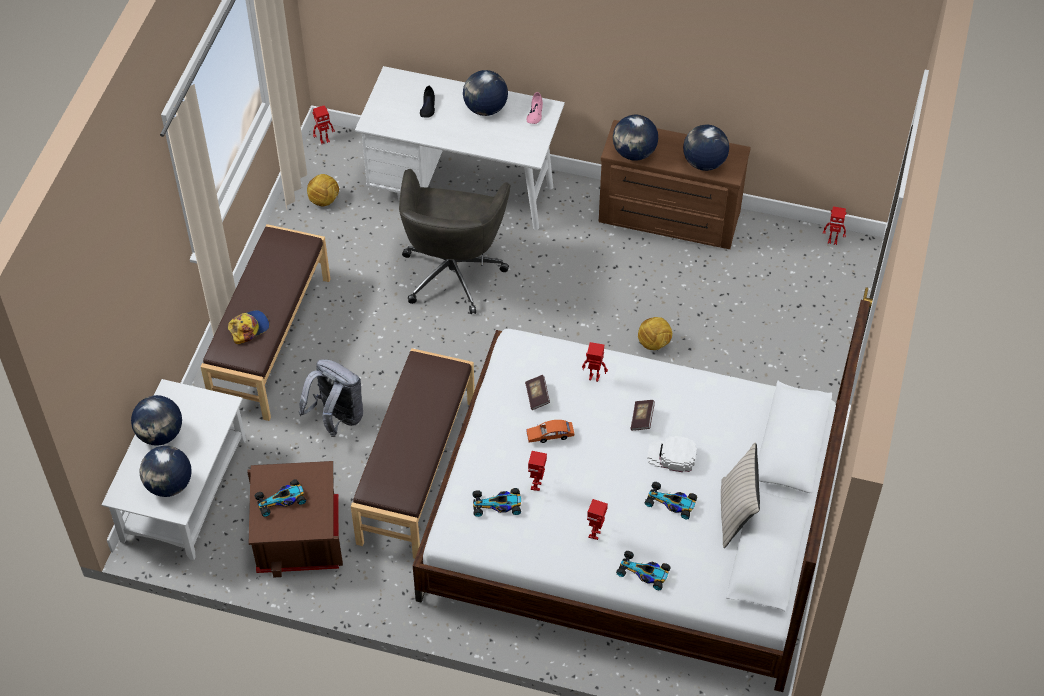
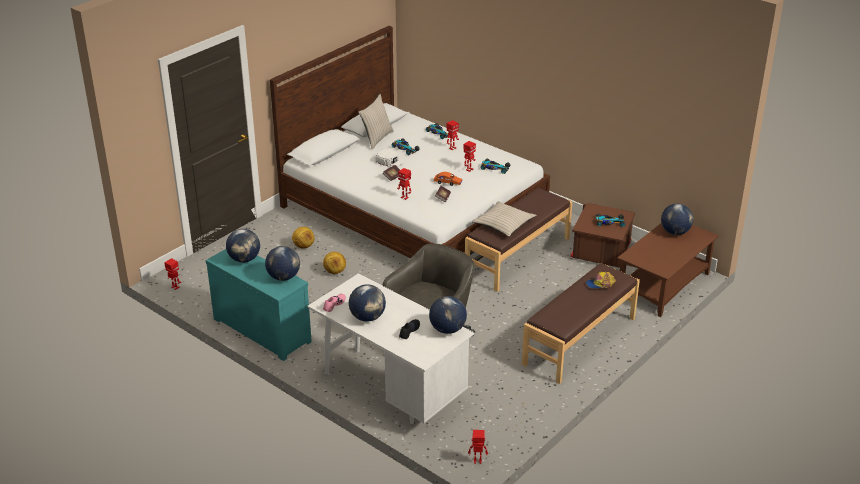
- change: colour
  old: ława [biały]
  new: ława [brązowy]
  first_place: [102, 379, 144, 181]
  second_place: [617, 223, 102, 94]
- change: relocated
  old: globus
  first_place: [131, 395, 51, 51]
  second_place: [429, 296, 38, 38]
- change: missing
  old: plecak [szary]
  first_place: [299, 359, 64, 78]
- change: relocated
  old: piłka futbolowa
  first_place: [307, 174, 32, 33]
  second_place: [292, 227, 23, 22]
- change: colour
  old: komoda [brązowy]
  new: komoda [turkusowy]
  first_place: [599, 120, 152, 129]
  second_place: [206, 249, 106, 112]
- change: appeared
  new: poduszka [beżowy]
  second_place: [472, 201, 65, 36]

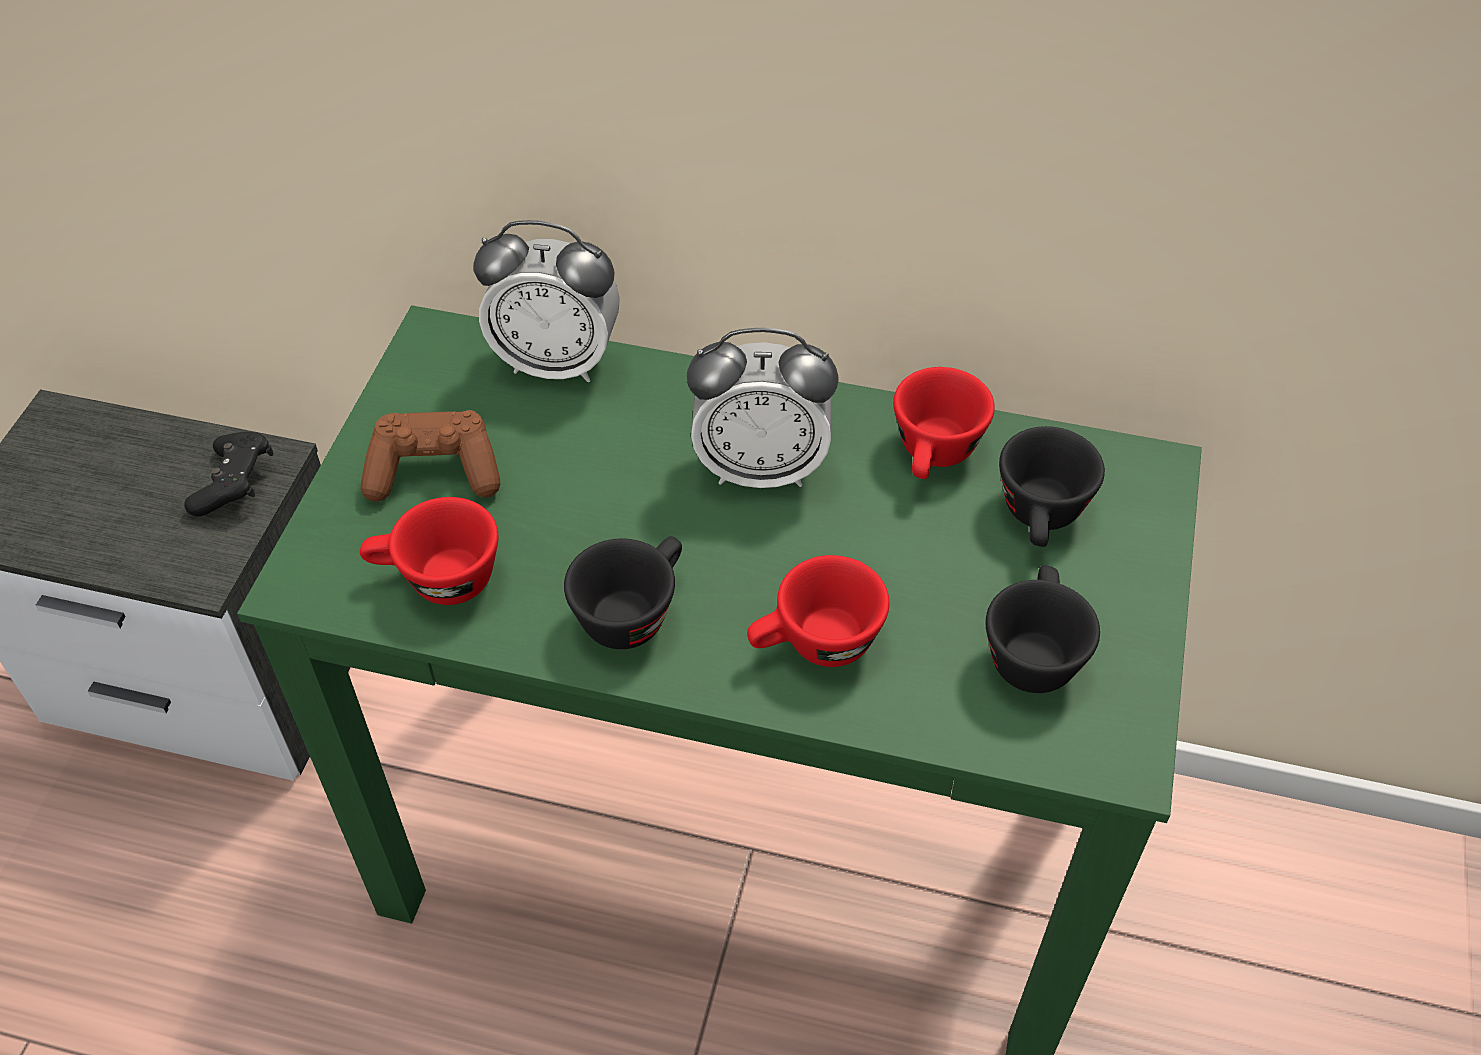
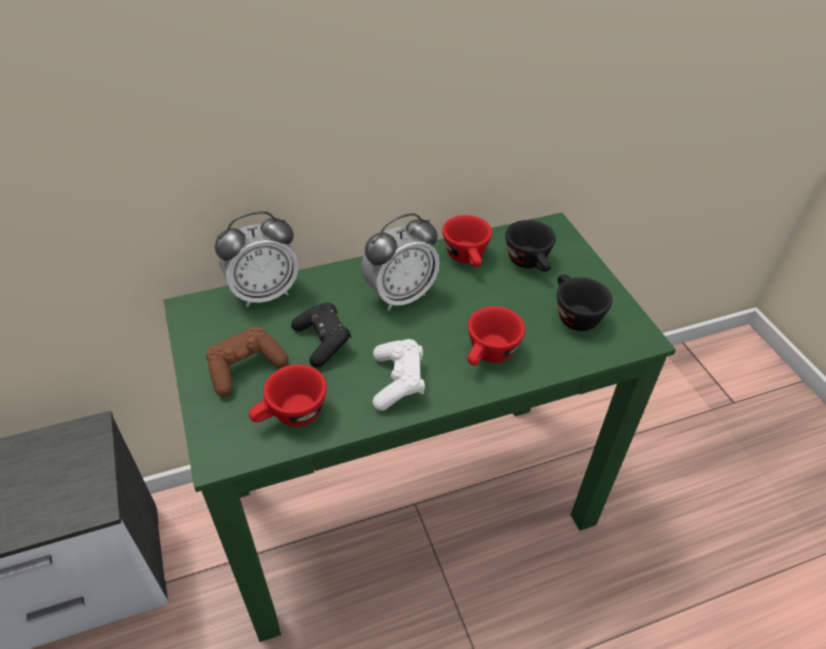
- change: relocated
  old: pad do gier [czarny]
  first_place: [184, 432, 89, 84]
  second_place: [291, 302, 61, 65]
- change: exchanged
  old: filiżanka [czarny]
  new: pad do gier [biały]
  first_place: [564, 536, 118, 113]
  second_place: [373, 339, 52, 72]

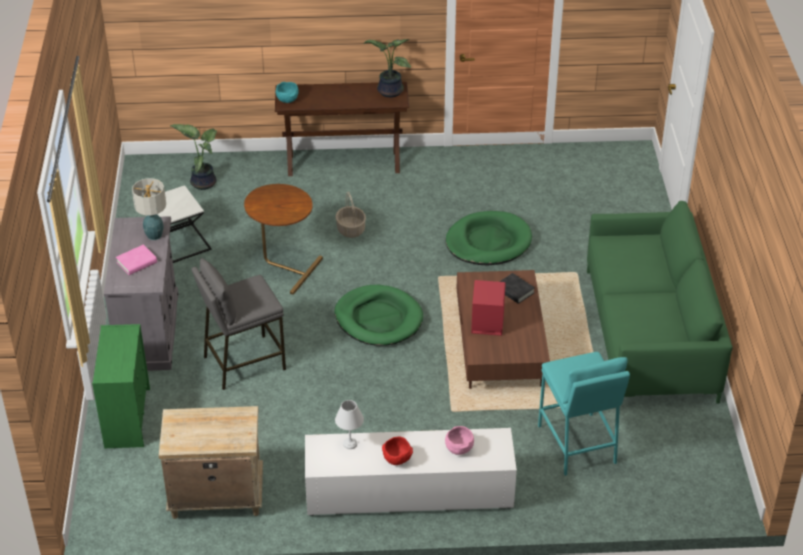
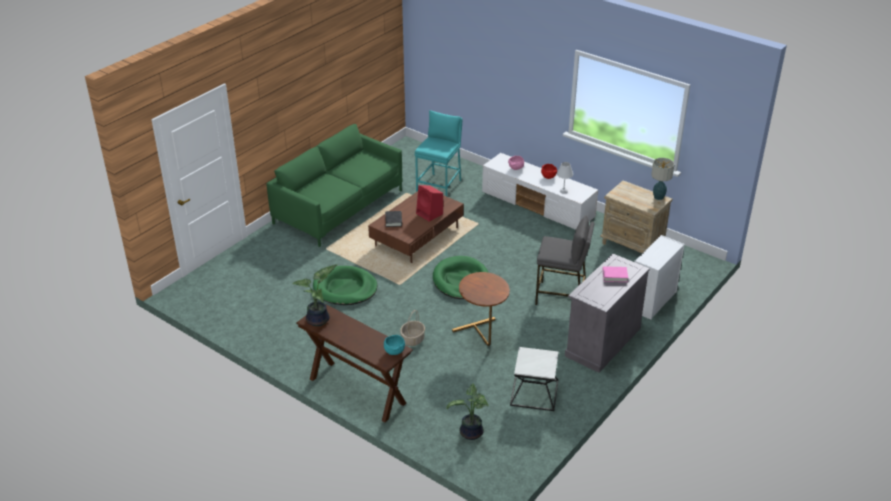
- change: colour
  old: komoda [zielony]
  new: komoda [biały]
  first_place: [92, 324, 58, 124]
  second_place: [634, 235, 51, 85]
- change: relocated
  old: lampa stołowa
  first_place: [132, 178, 34, 62]
  second_place: [651, 158, 23, 42]

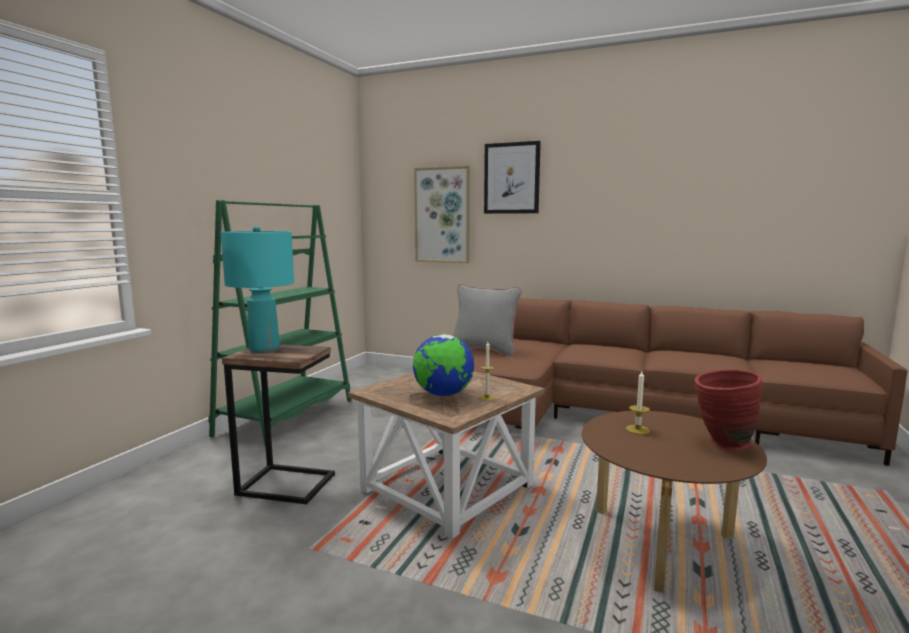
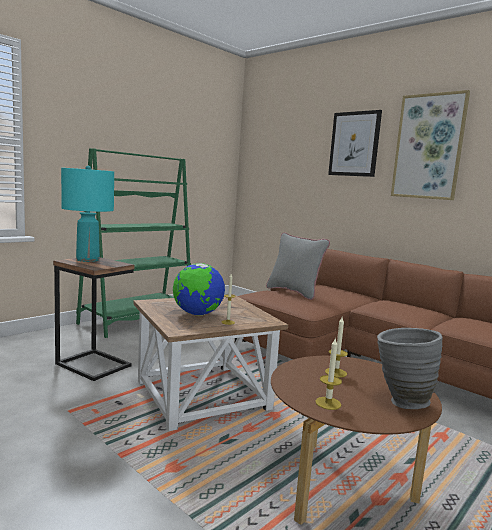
- change: relocated
  old: obraz
  first_place: [414, 166, 56, 97]
  second_place: [391, 90, 79, 110]
- change: colour
  old: wazon [czerwony]
  new: wazon [szary]
  first_place: [695, 369, 67, 81]
  second_place: [377, 328, 66, 81]
- change: appeared
  new: świeca
  second_place: [315, 337, 27, 73]

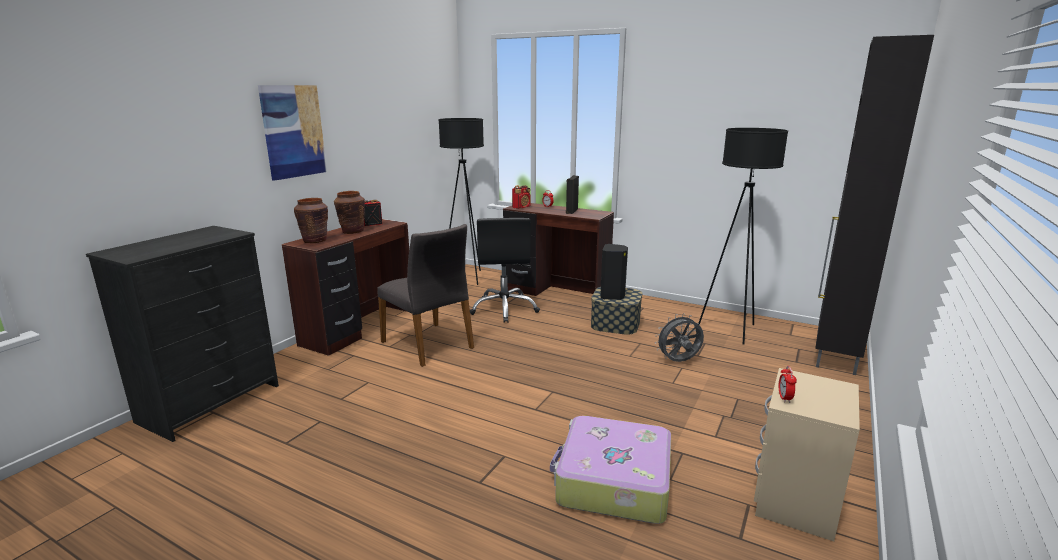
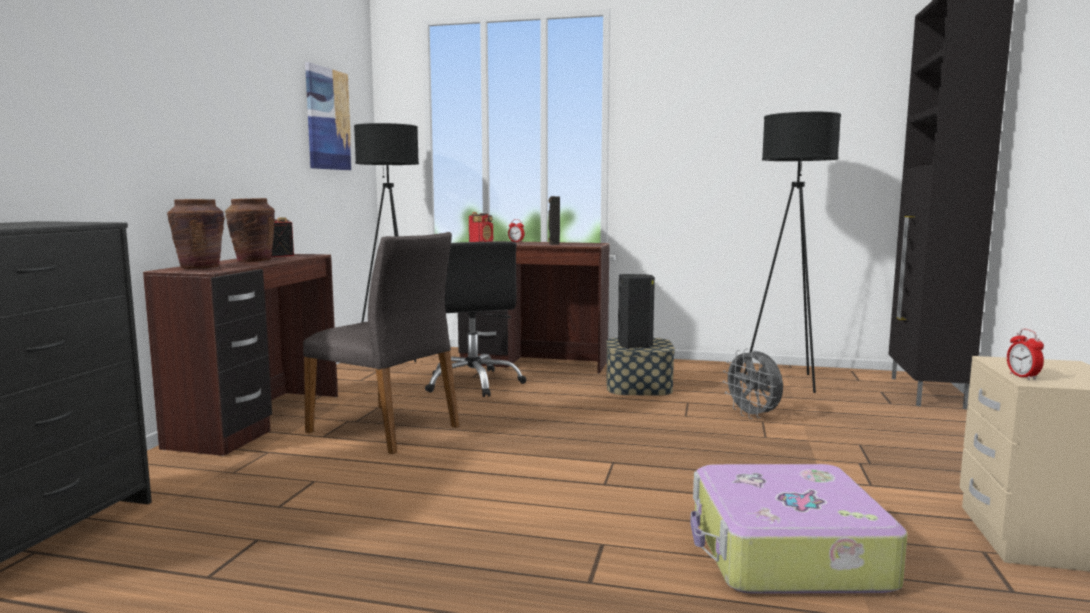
- change: relocated
  old: obraz
  first_place: [258, 85, 69, 96]
  second_place: [305, 62, 47, 108]
- change: spun
  old: wentylator [szary]
  first_place: [655, 313, 49, 49]
  second_place: [722, 348, 61, 71]
  degrees: -90

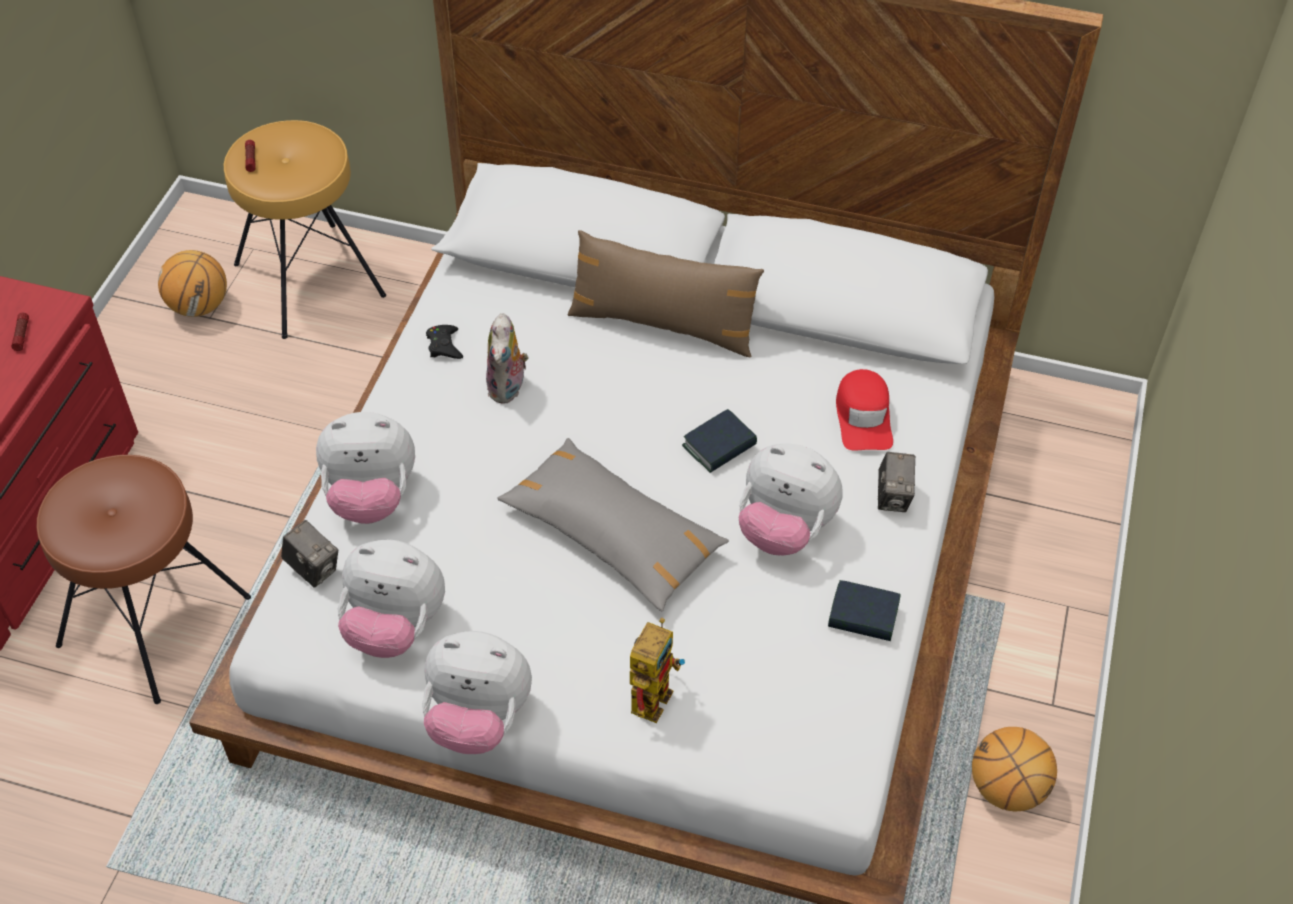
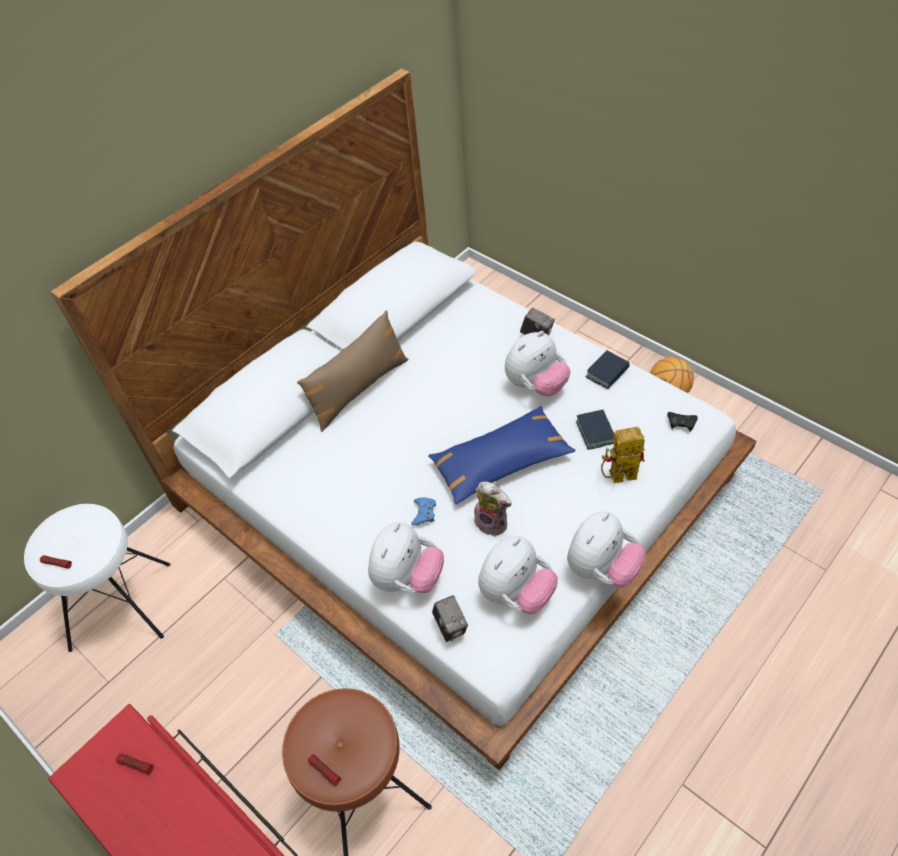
- change: missing
  old: piłka do koszykówki
  first_place: [158, 250, 69, 67]
- change: colour
  old: stołek [brązowy]
  new: stołek [biały]
  first_place: [224, 120, 162, 219]
  second_place: [24, 504, 146, 148]
- change: spun
  old: aparat fotograficzny
  first_place: [281, 520, 57, 67]
  second_place: [432, 595, 36, 47]
  degrees: 90
- change: relocated
  old: pad do gier [czarny]
  first_place: [426, 325, 37, 34]
  second_place: [667, 412, 31, 20]
- change: relocated
  old: pluszak
  first_place: [486, 313, 43, 91]
  second_place: [474, 481, 38, 56]
- change: colour
  old: poduszka [szary]
  new: poduszka [niebieski]
  first_place: [497, 438, 232, 173]
  second_place: [428, 406, 147, 99]
- change: spun
  old: robot zabawkowy
  first_place: [630, 618, 55, 105]
  second_place: [601, 427, 44, 56]
  degrees: -60
- change: relocated
  old: książka
  first_place: [682, 409, 75, 64]
  second_place: [576, 410, 38, 40]
- change: missing
  old: czapka z daszkiem [czerwony]
  first_place: [836, 369, 57, 82]
- change: appeared
  new: latarka
  second_place: [308, 755, 33, 31]
- change: appeared
  new: pad do gier [niebieski]
  second_place: [411, 497, 25, 28]

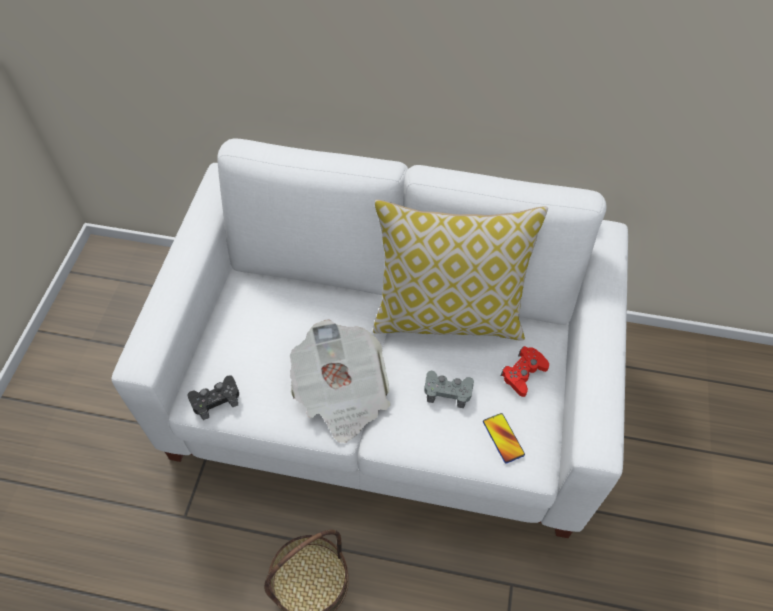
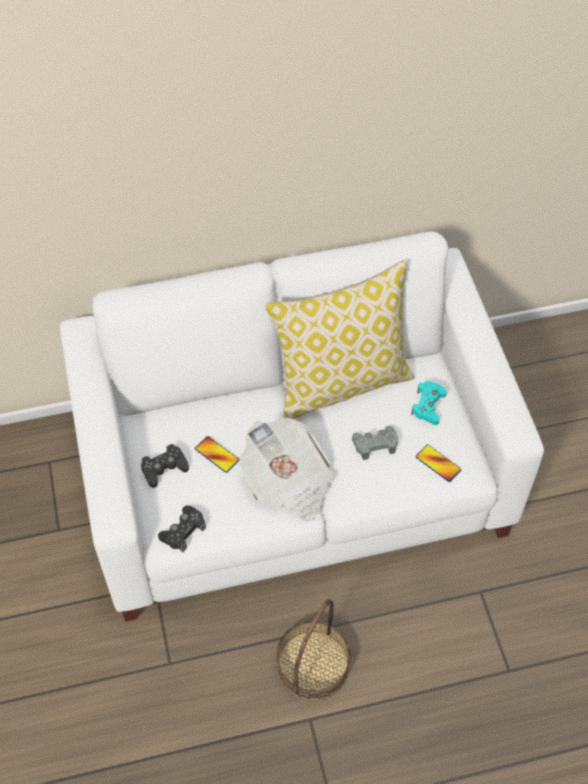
- change: colour
  old: pad do gier [czerwony]
  new: pad do gier [turkusowy]
  first_place: [501, 346, 48, 51]
  second_place: [411, 381, 36, 44]
- change: appeared
  new: pad do gier [czarny]
  second_place: [141, 444, 48, 44]
- change: appeared
  new: telefon
  second_place: [195, 436, 44, 37]

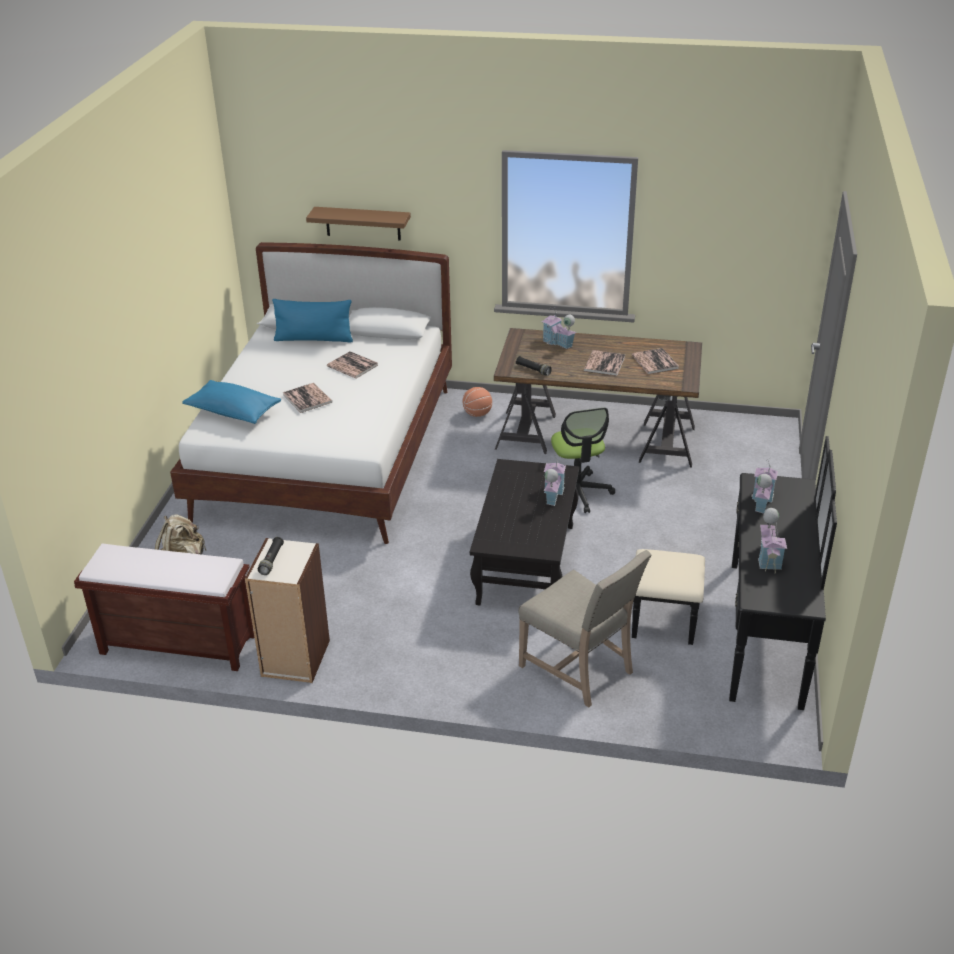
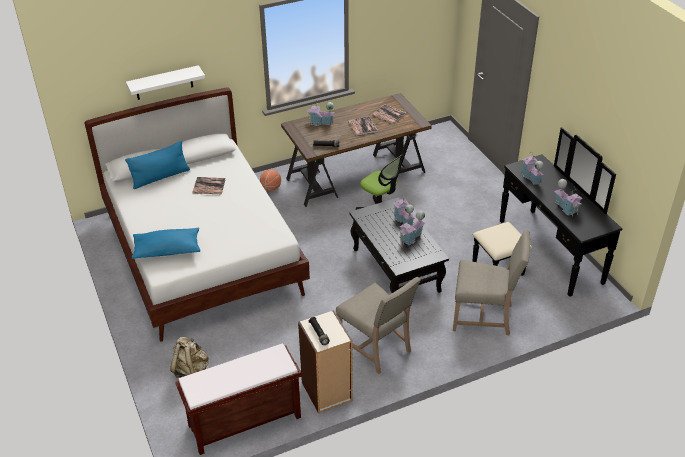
- change: missing
  old: książka
  first_place: [283, 383, 50, 30]
- change: colour
  old: półka [brązowy]
  new: półka [biały]
  first_place: [306, 207, 105, 34]
  second_place: [126, 65, 79, 35]
- change: appeared
  new: krzesło [beżowy]
  second_place: [336, 277, 85, 97]
- change: appeared
  new: domek
  second_place: [399, 210, 27, 35]

